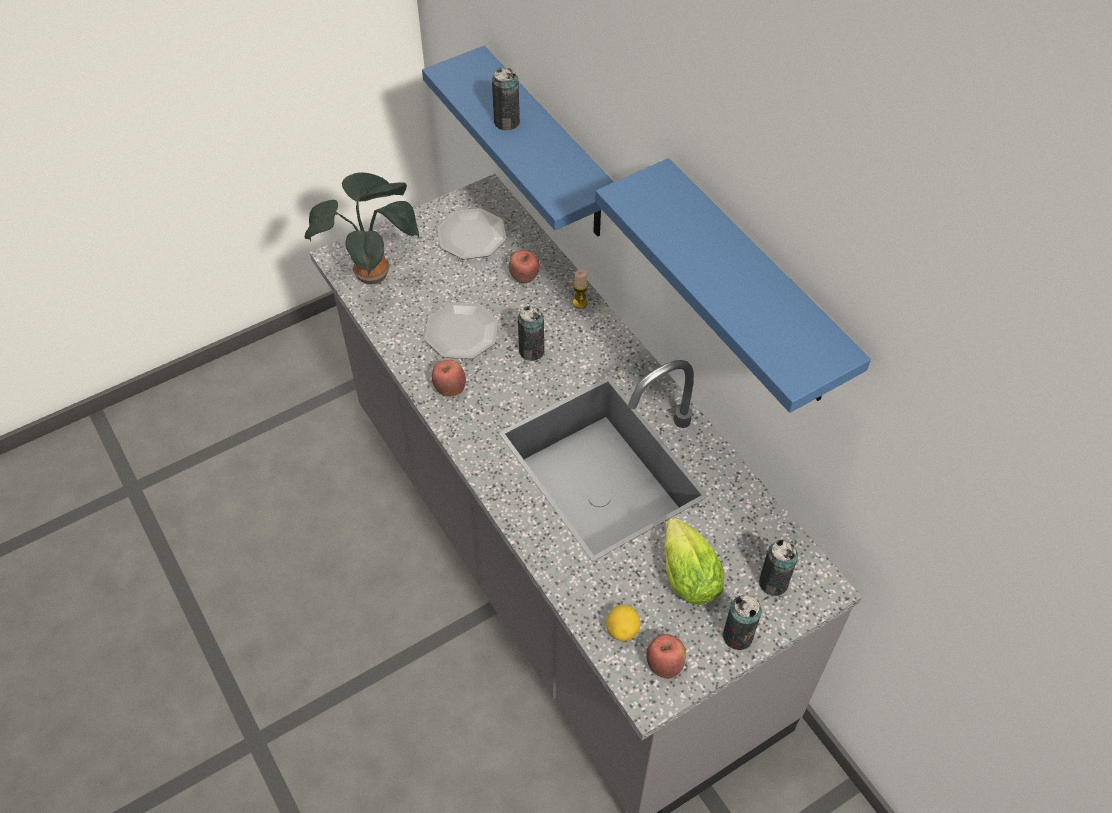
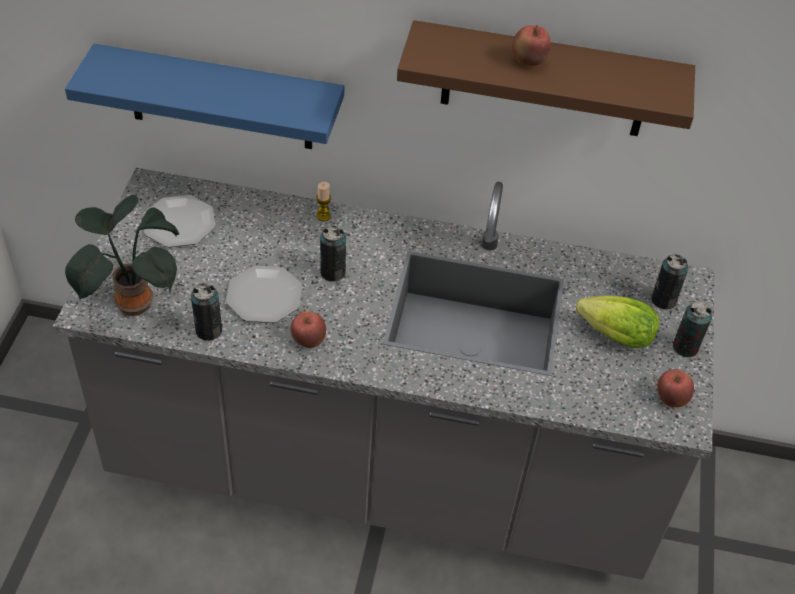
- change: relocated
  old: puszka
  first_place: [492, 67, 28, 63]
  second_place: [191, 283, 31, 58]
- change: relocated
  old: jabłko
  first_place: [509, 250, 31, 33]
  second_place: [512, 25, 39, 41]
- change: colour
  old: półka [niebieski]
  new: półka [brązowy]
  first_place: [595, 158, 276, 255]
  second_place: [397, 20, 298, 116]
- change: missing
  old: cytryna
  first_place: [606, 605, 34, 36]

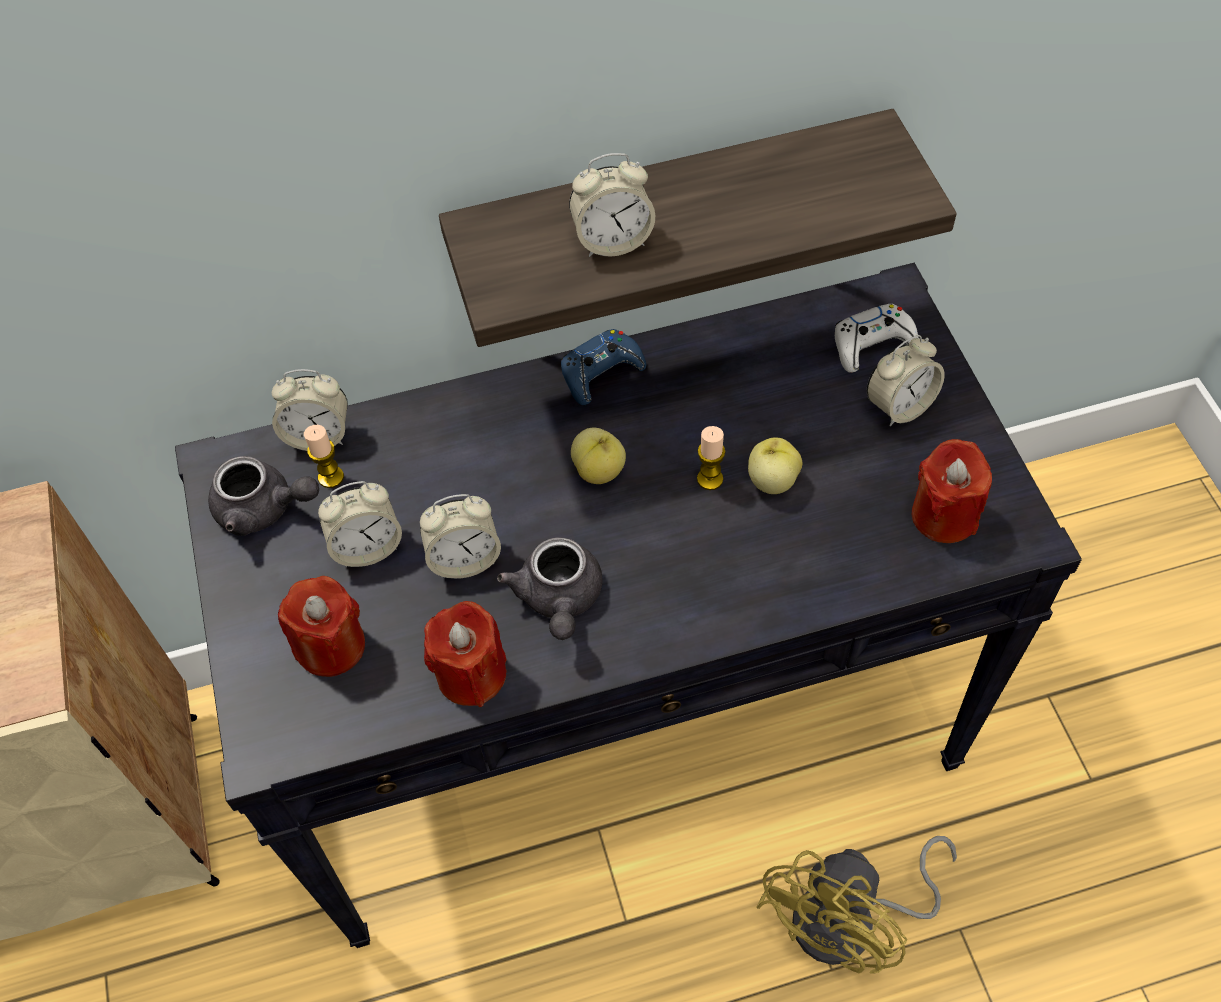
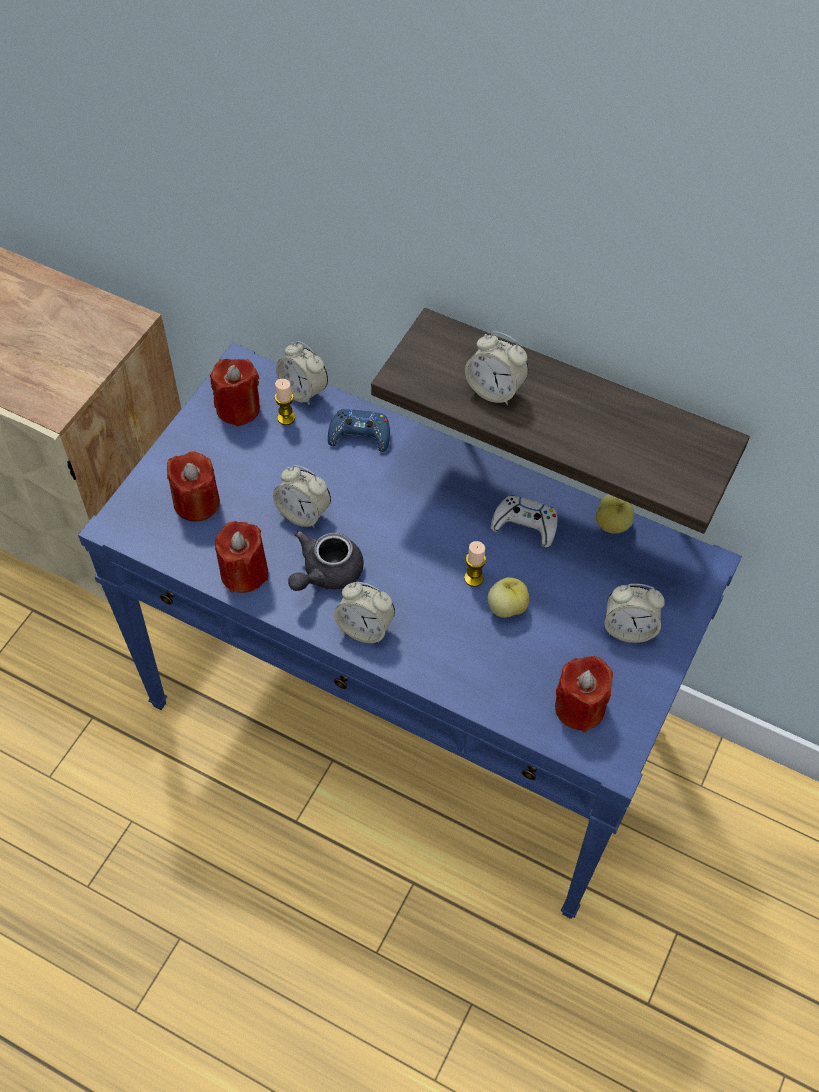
- change: colour
  old: stolik konsolowy [czarny]
  new: stolik konsolowy [niebieski]
  first_place: [175, 263, 907, 685]
  second_place: [78, 342, 664, 577]
- change: exchanged
  old: imbryk [szary]
  new: świeca [czerwony]
  first_place: [208, 456, 111, 80]
  second_place: [210, 359, 50, 68]
- change: relocated
  old: budzik
  first_place: [318, 481, 84, 86]
  second_place: [334, 582, 61, 61]
- change: relocated
  old: pad do gier [niebieski]
  first_place: [561, 329, 85, 76]
  second_place: [328, 409, 62, 43]
- change: relocated
  old: jabłko
  first_place: [571, 428, 55, 56]
  second_place: [596, 494, 38, 40]
- change: missing
  old: wentylator [żółty]
  first_place: [756, 836, 201, 138]
- change: relocated
  old: pad do gier [biały]
  first_place: [834, 304, 85, 69]
  second_place: [491, 495, 66, 53]

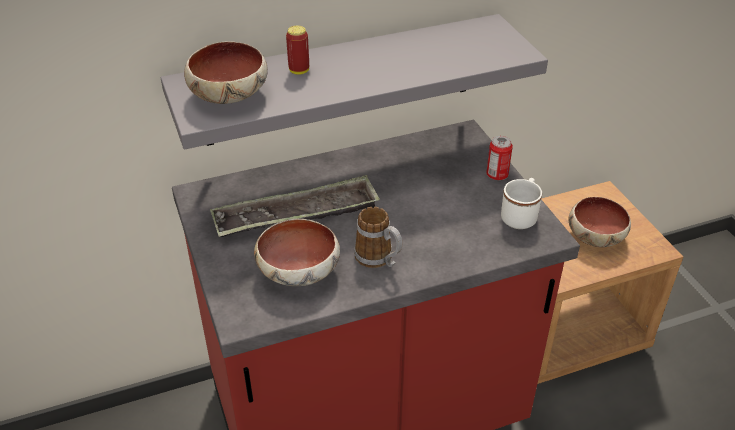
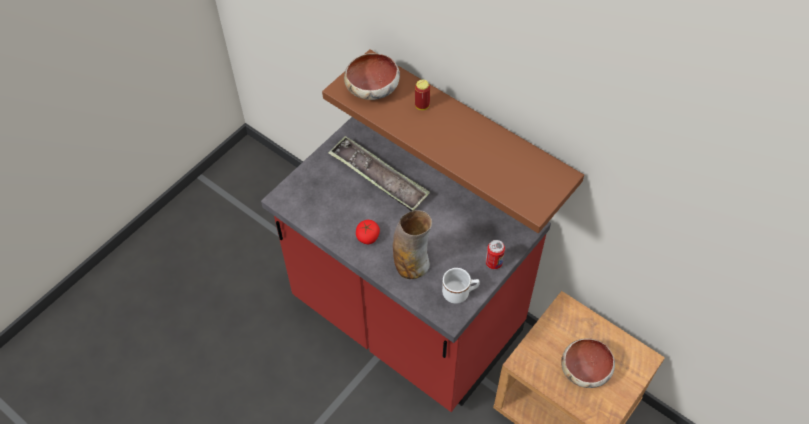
- change: colour
  old: półka [szary]
  new: półka [brązowy]
  first_place: [161, 14, 387, 135]
  second_place: [322, 49, 262, 184]
- change: missing
  old: miska
  first_place: [254, 219, 86, 67]
- change: exchanged
  old: kubek
  new: pomidor
  first_place: [354, 207, 48, 61]
  second_place: [356, 220, 24, 24]
- change: appeared
  new: wazon
  second_place: [393, 210, 39, 69]

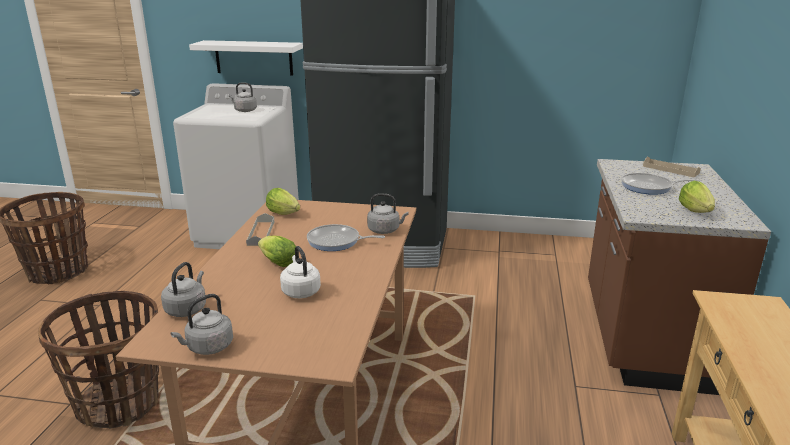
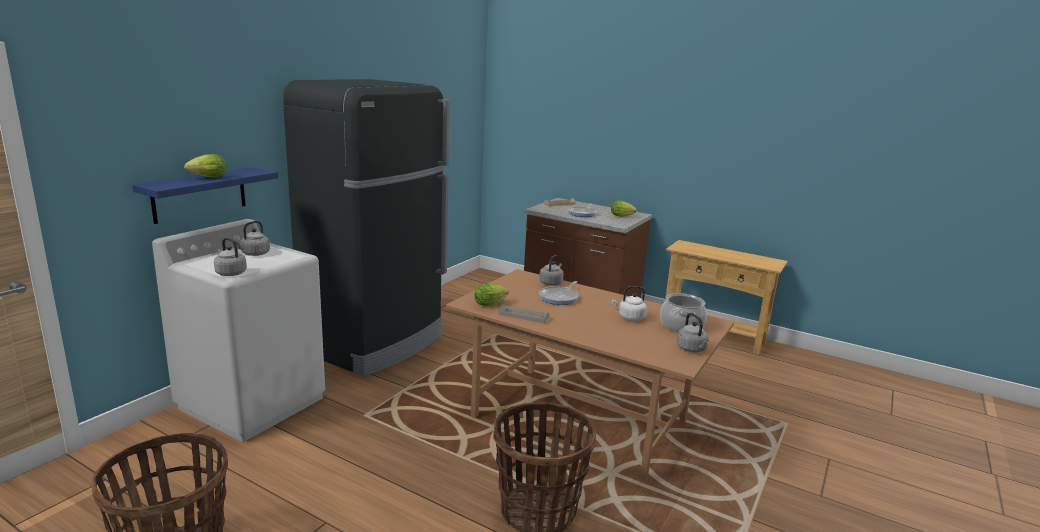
- change: relocated
  old: czajnik [szary]
  first_place: [161, 262, 45, 55]
  second_place: [214, 238, 33, 38]
- change: colour
  old: półka [biały]
  new: półka [niebieski]
  first_place: [189, 40, 114, 35]
  second_place: [132, 167, 146, 57]
- change: relocated
  old: sałata
  first_place: [258, 236, 38, 31]
  second_place: [184, 154, 42, 23]
- change: appeared
  new: garnek
  second_place: [660, 293, 47, 39]

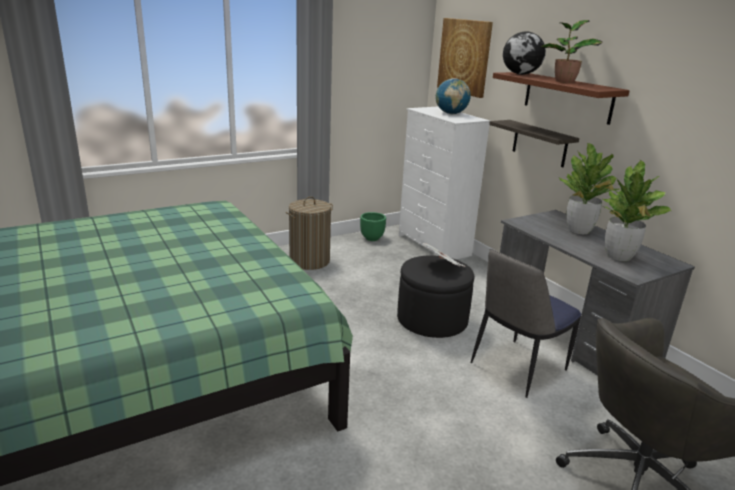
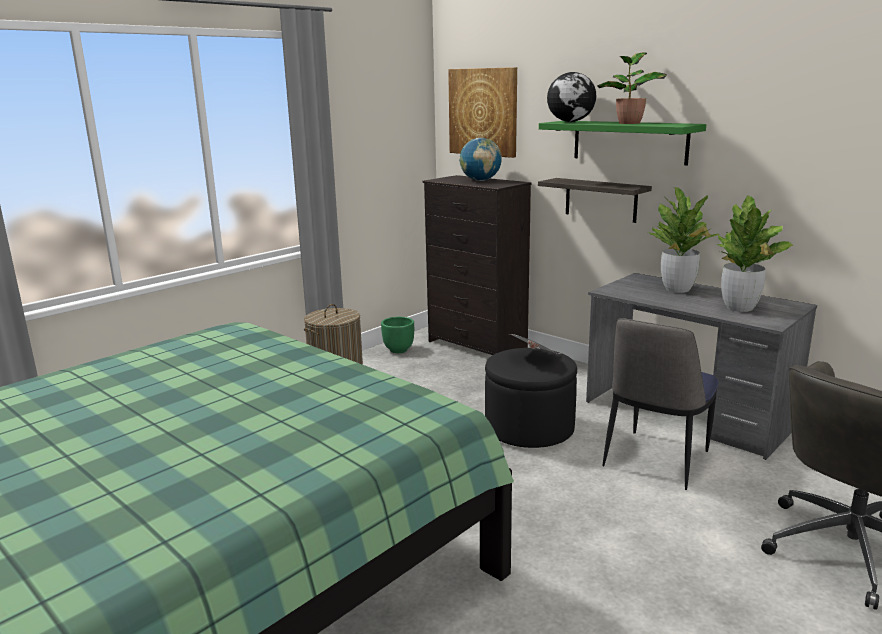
- change: colour
  old: komoda [biały]
  new: komoda [czarny]
  first_place: [399, 106, 91, 153]
  second_place: [423, 175, 109, 180]
- change: colour
  old: półka [brązowy]
  new: półka [zielony]
  first_place: [493, 72, 137, 53]
  second_place: [539, 121, 167, 44]

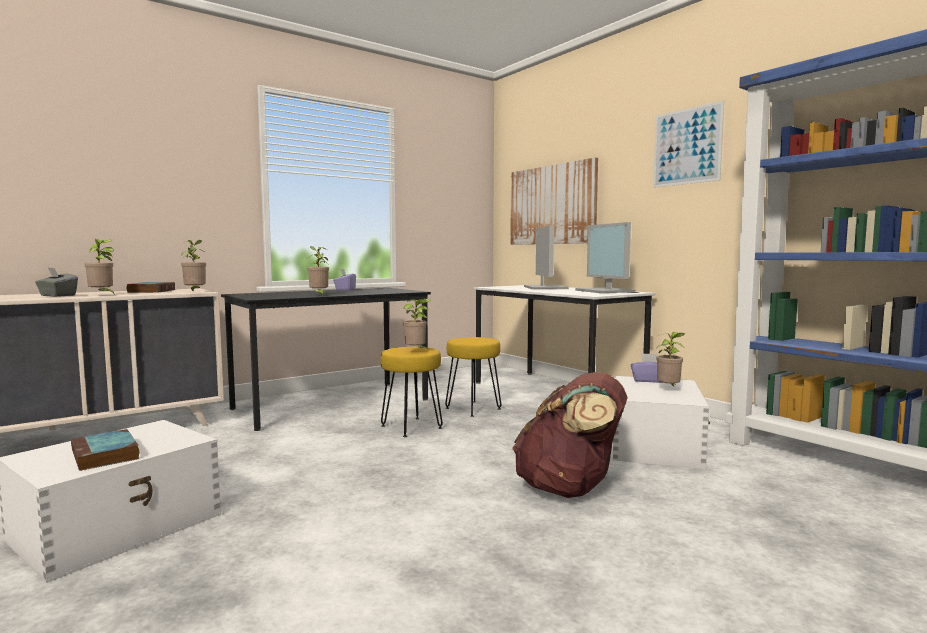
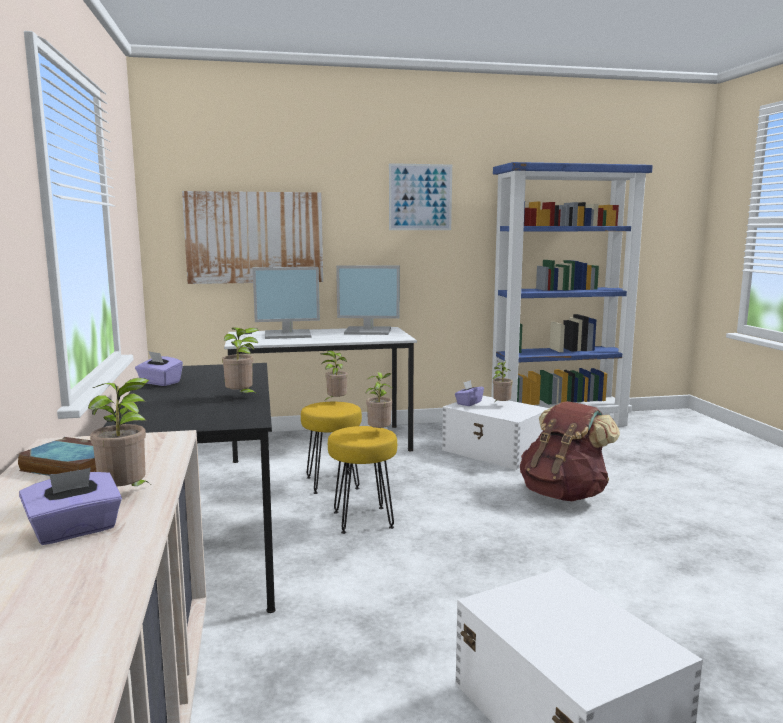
- change: colour
  old: pudełko chusteczek [szary]
  new: pudełko chusteczek [fioletowy]
  first_place: [35, 268, 43, 29]
  second_place: [19, 468, 103, 77]
- change: missing
  old: książka
  first_place: [71, 429, 69, 42]
- change: relocated
  old: roślina doniczkowa
  first_place: [181, 240, 25, 51]
  second_place: [321, 350, 27, 52]
- change: spun
  old: monitor
  first_place: [524, 226, 45, 63]
  second_place: [253, 267, 67, 72]
  degrees: 150

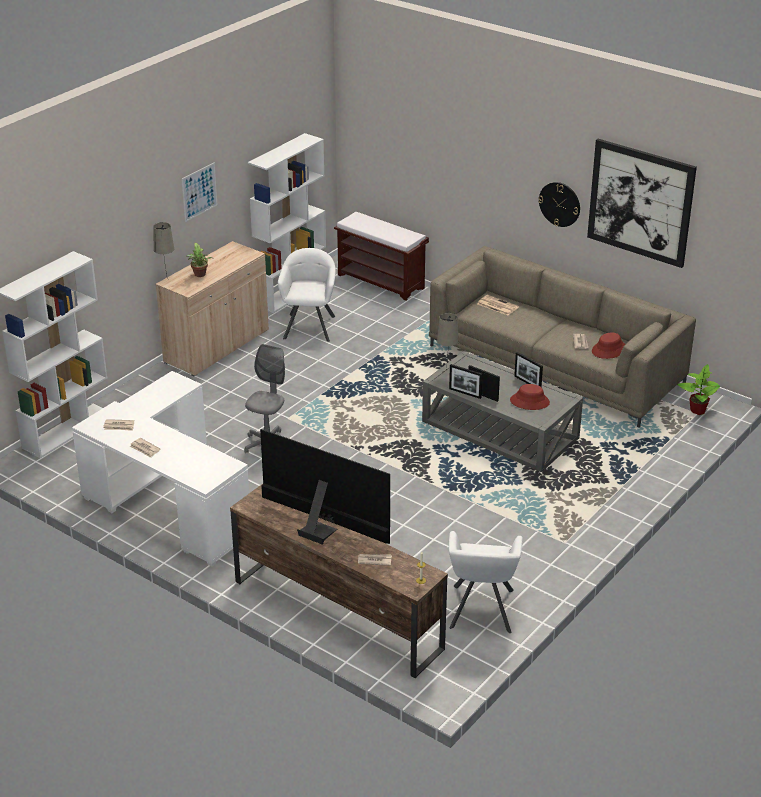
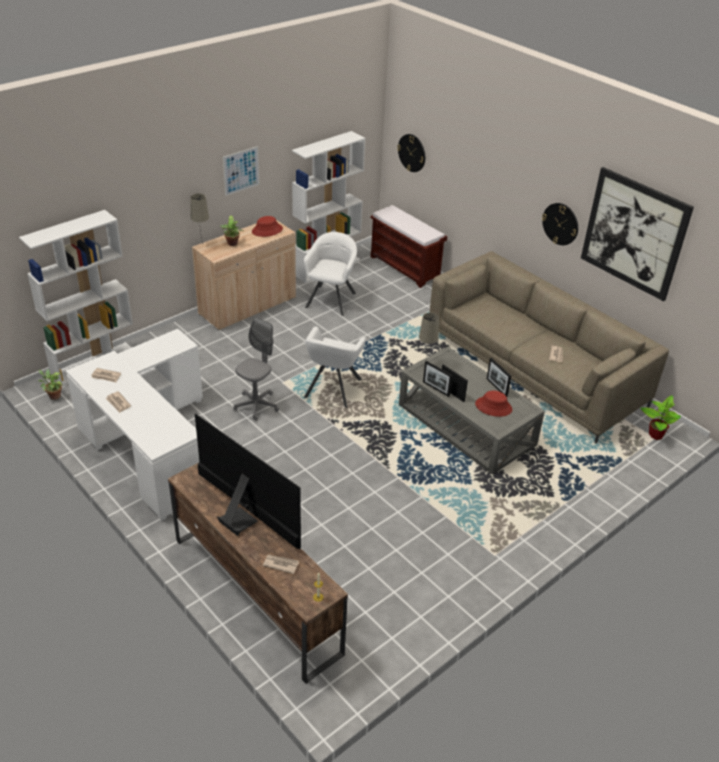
- change: relocated
  old: fotel [biały]
  first_place: [449, 531, 74, 102]
  second_place: [304, 326, 62, 82]
- change: missing
  old: gazeta
  first_place: [477, 295, 42, 20]
- change: relocated
  old: kapelusz [czerwony]
  first_place: [592, 332, 33, 27]
  second_place: [252, 216, 31, 21]
- change: appeared
  new: roślina doniczkowa
  second_place: [38, 369, 24, 31]
- change: appeared
  new: zegar ścienny
  second_place: [397, 134, 28, 38]

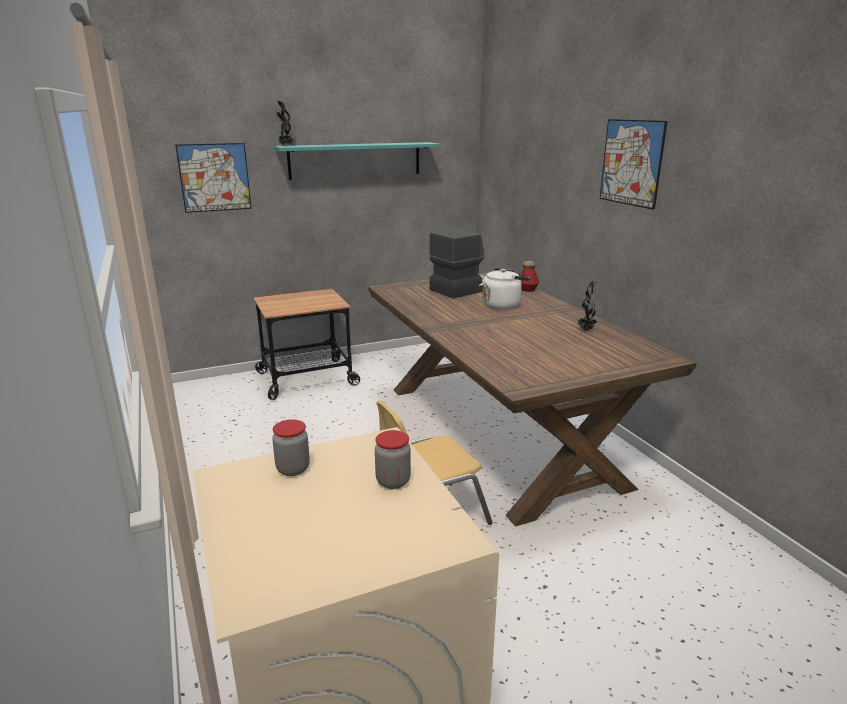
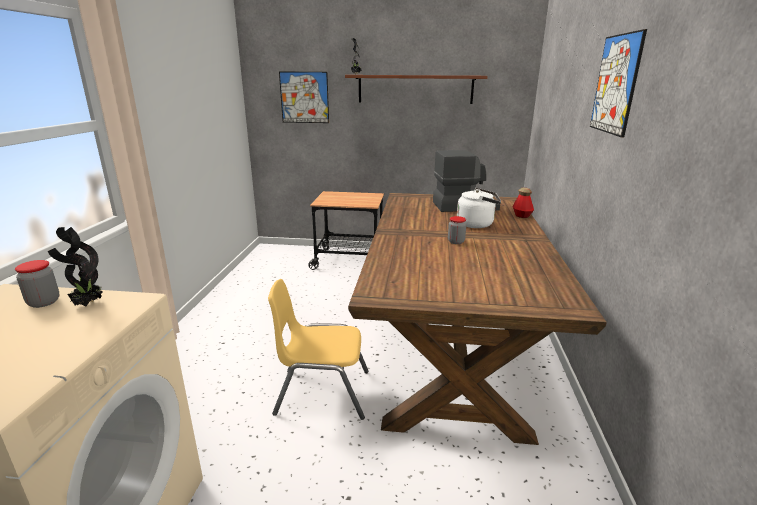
- change: colour
  old: półka [turkusowy]
  new: półka [brązowy]
  first_place: [274, 142, 166, 38]
  second_place: [345, 75, 143, 29]
- change: relocated
  old: słoik
  first_place: [375, 430, 36, 59]
  second_place: [448, 216, 18, 28]
- change: relocated
  old: roślina doniczkowa
  first_place: [578, 281, 20, 50]
  second_place: [48, 227, 55, 79]

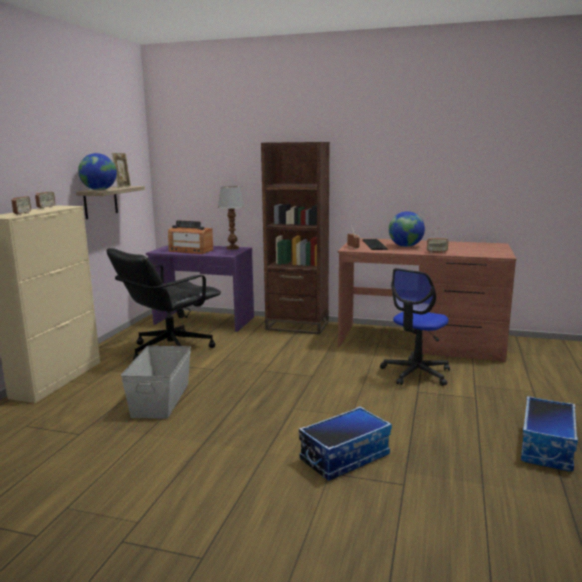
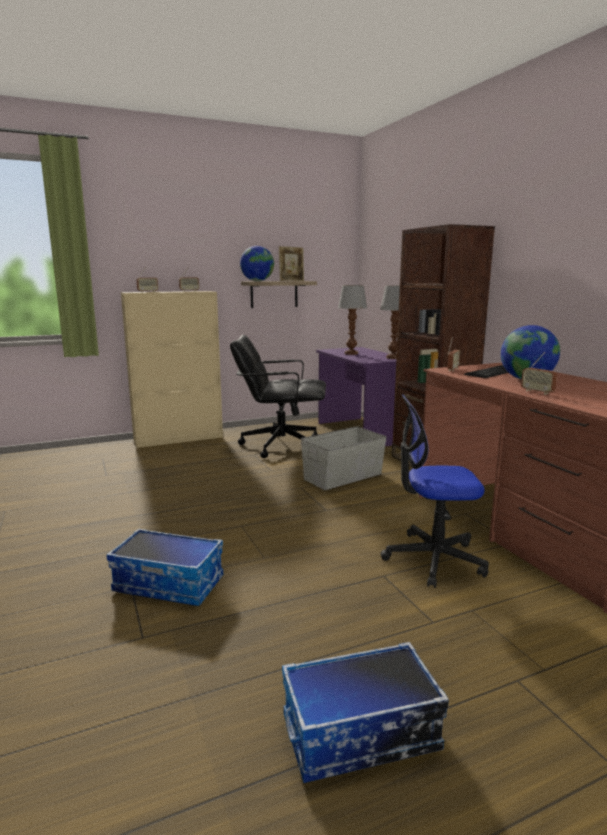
- change: relocated
  old: pojemnik do przechowywania [szary]
  first_place: [121, 346, 70, 73]
  second_place: [301, 426, 86, 64]
- change: exchanged
  old: radio
  new: lampa stołowa
  first_place: [168, 220, 45, 34]
  second_place: [338, 285, 29, 70]

